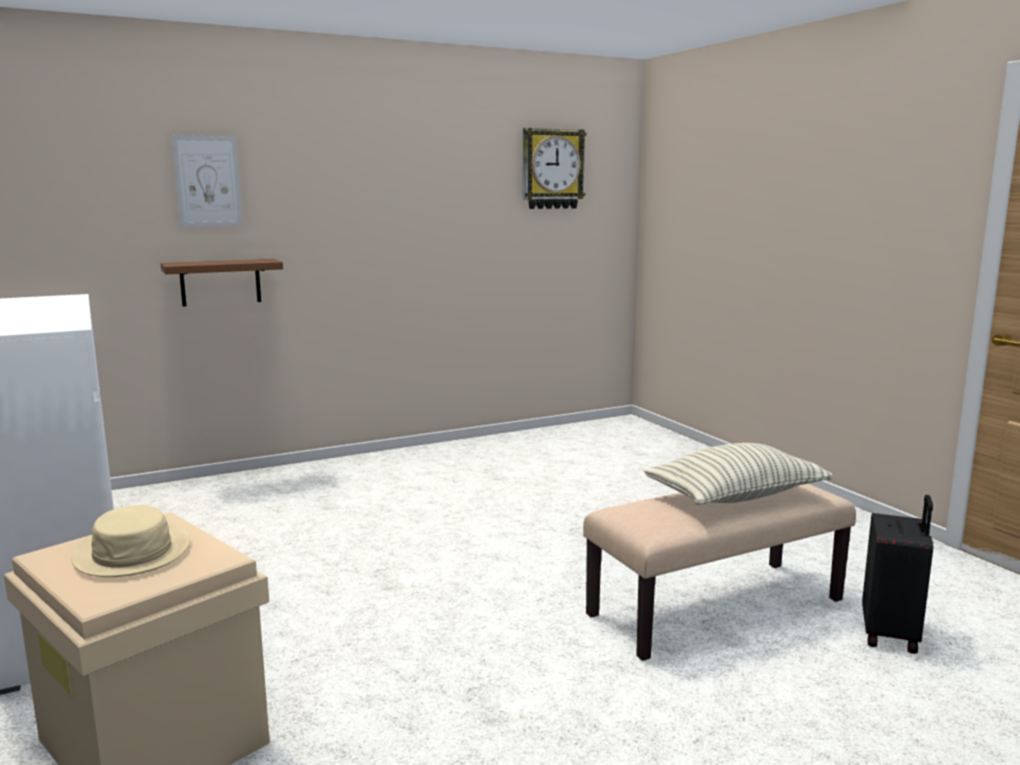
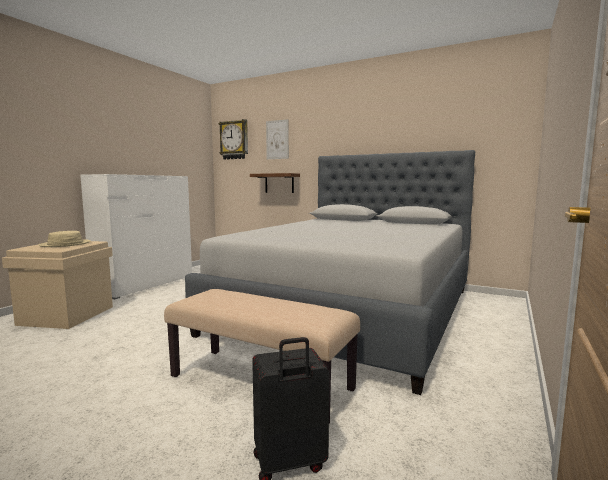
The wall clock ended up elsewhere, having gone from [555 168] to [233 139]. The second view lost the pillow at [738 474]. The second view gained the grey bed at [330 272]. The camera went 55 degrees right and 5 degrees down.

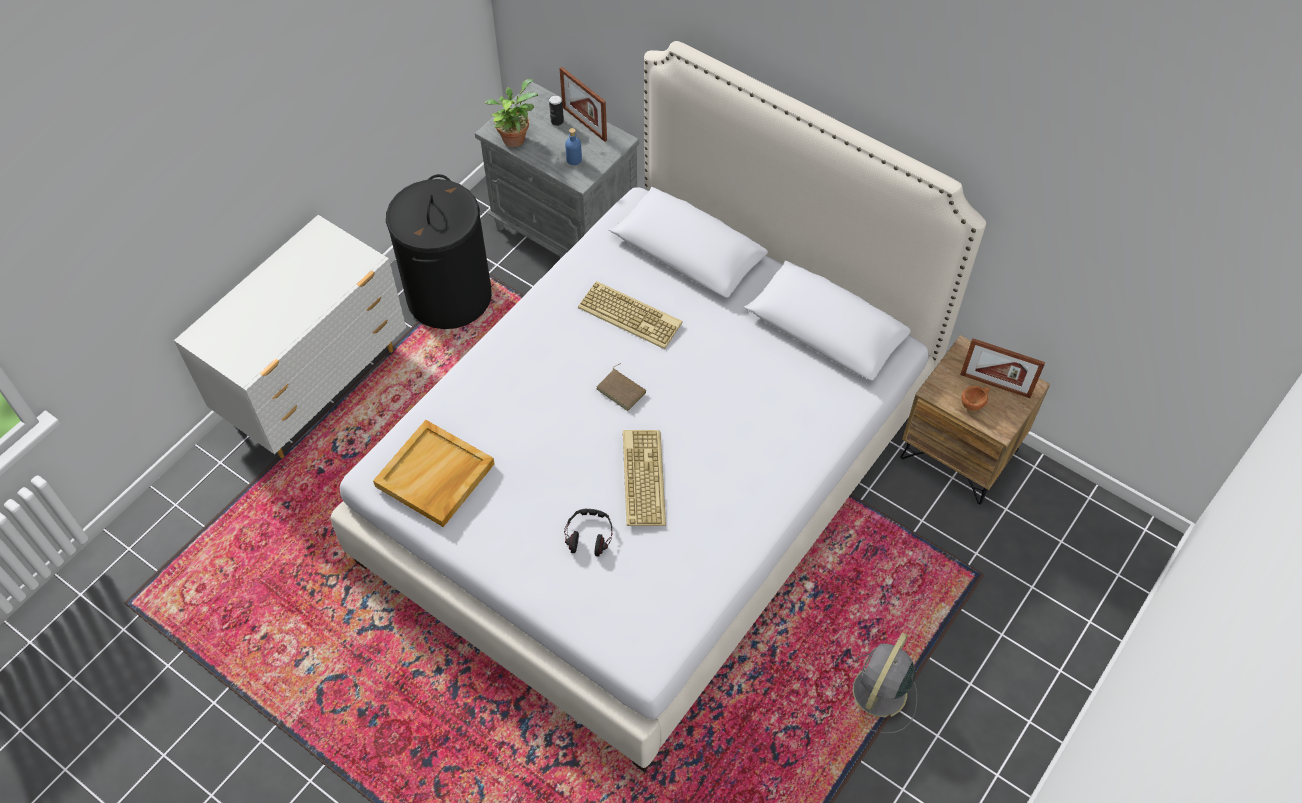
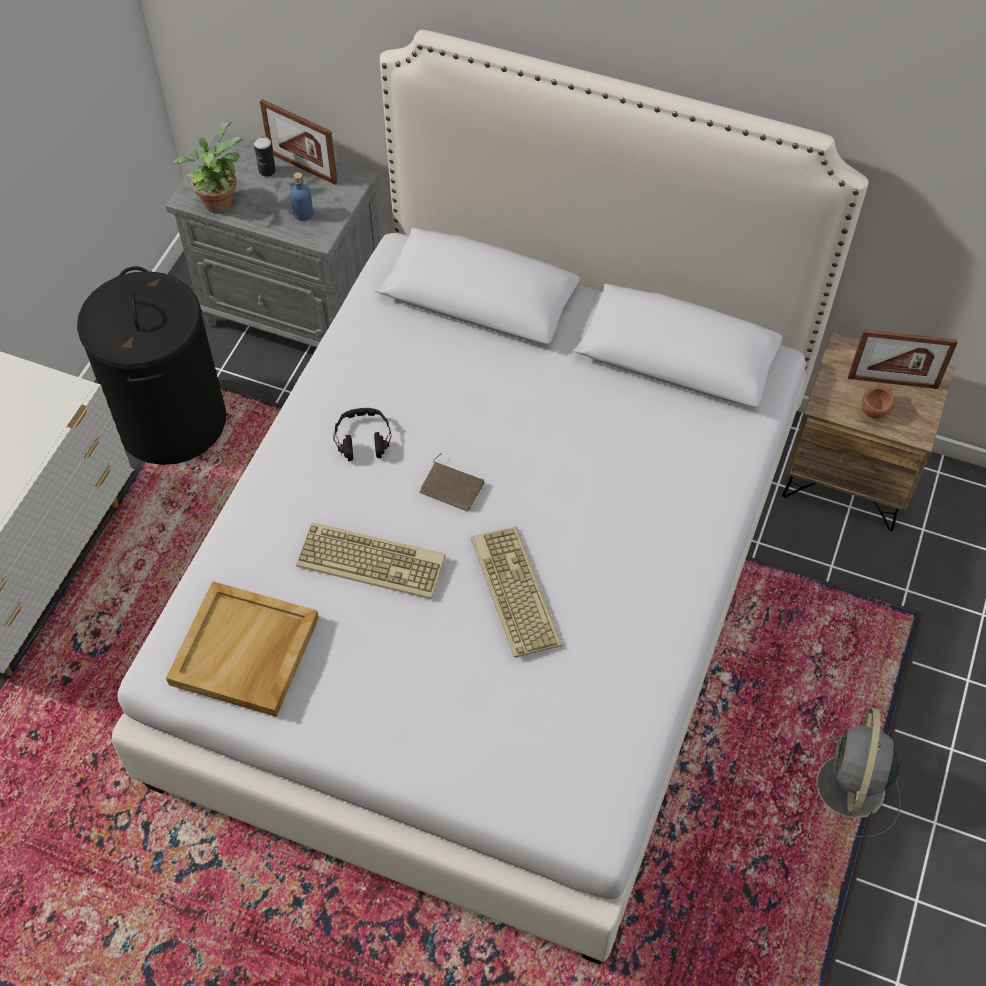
The keyboard ended up elsewhere, having gone from [630 315] to [370 560]. The headphones ended up elsewhere, having gone from [588 533] to [362 434]. The camera went 15 degrees left and 0 degrees up.

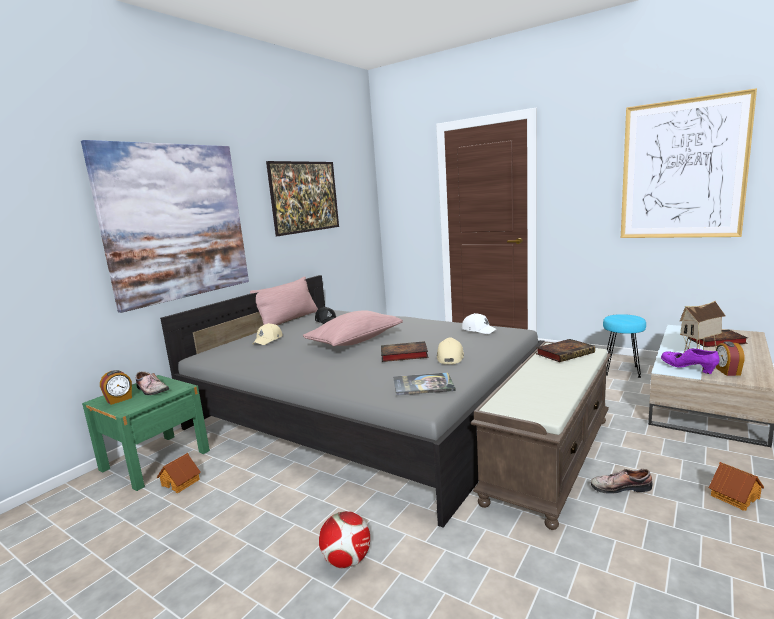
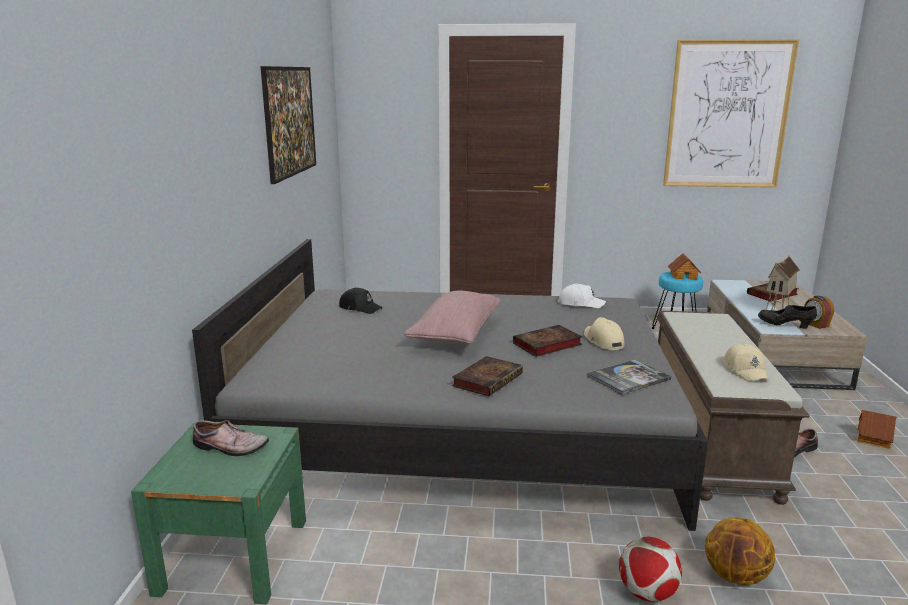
The second view lost the picture at [165 226]. The second view lost the pink pillow at [284 300]. The beige cap ended up elsewhere, having gone from [268 334] to [745 362]. The book ended up elsewhere, having gone from [565 350] to [487 376]. What was the purple shoe at [690 361] turned into the black shoe at [787 317]. The second view lost the alarm clock at [116 387]. The toy house ended up elsewhere, having gone from [179 473] to [684 266]. The second view gained the basketball at [740 551]. The camera went 30 degrees left and 5 degrees up.

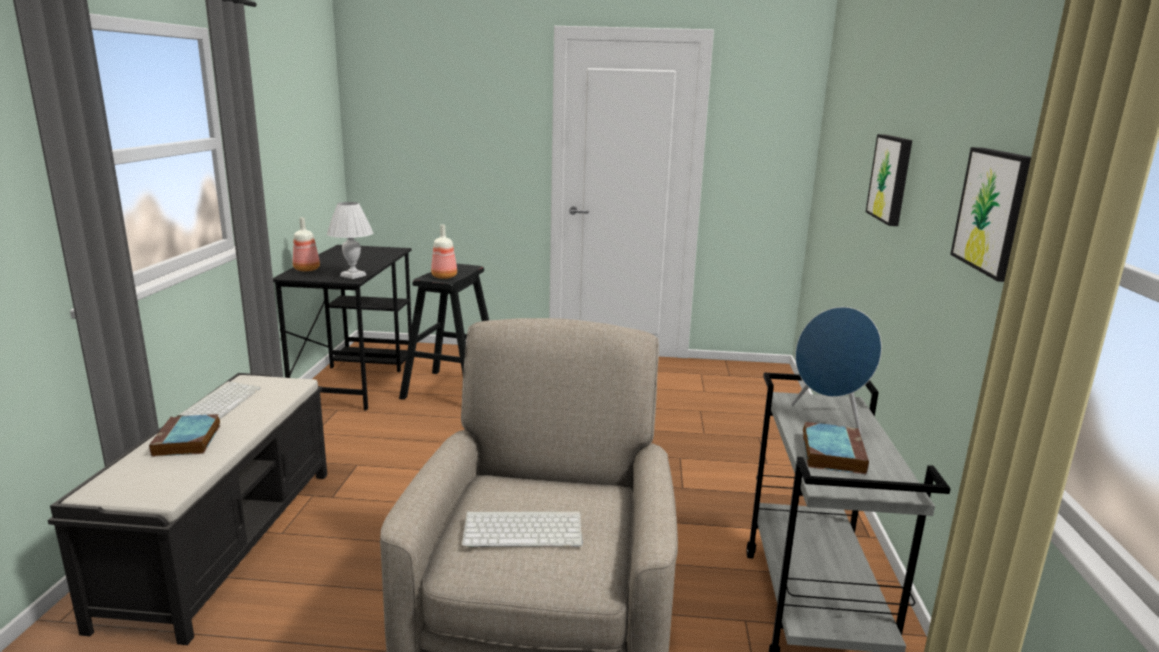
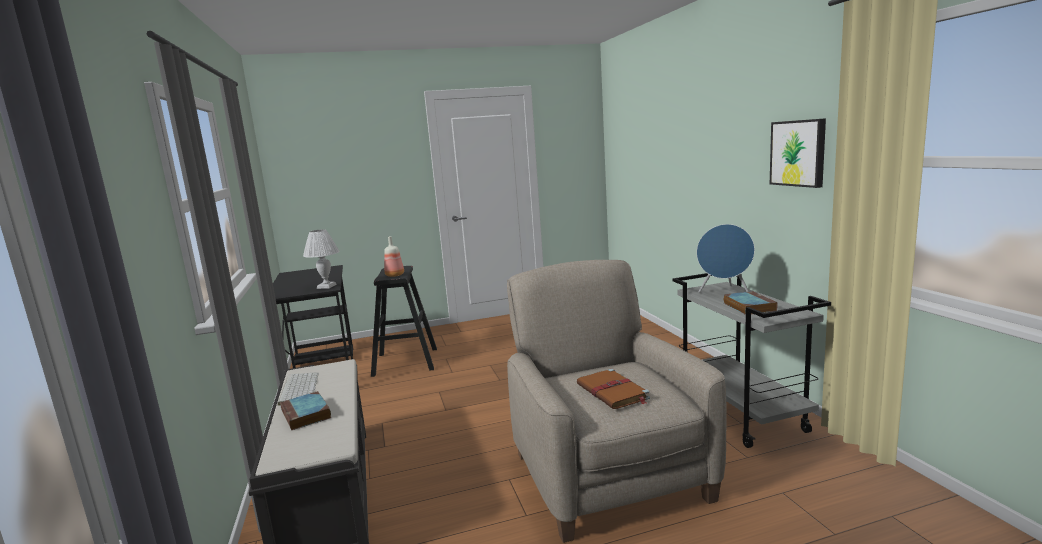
The second view lost the picture at [889 180]. The second view lost the bottle at [306 244]. Where the keyboard stood at [522 529], the brown book came to stand at [613 389]. The camera went 20 degrees left and 5 degrees down.

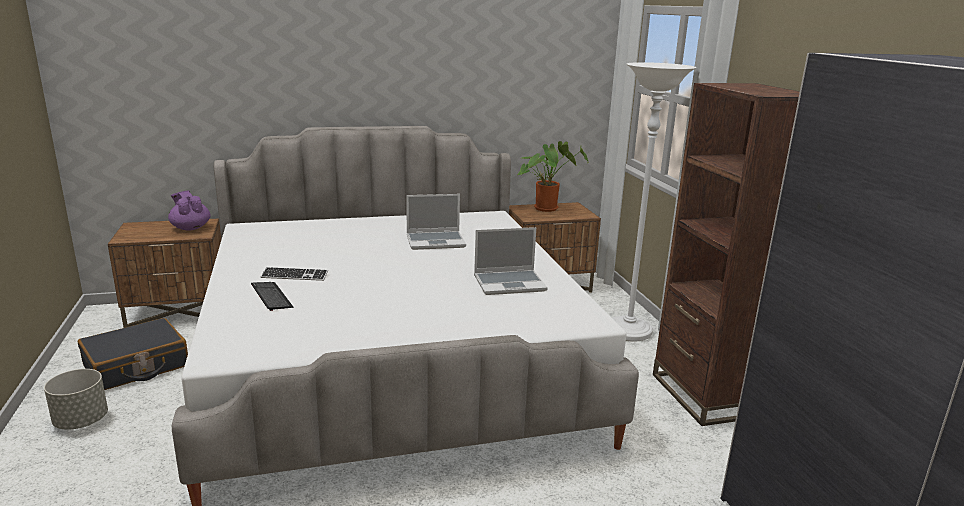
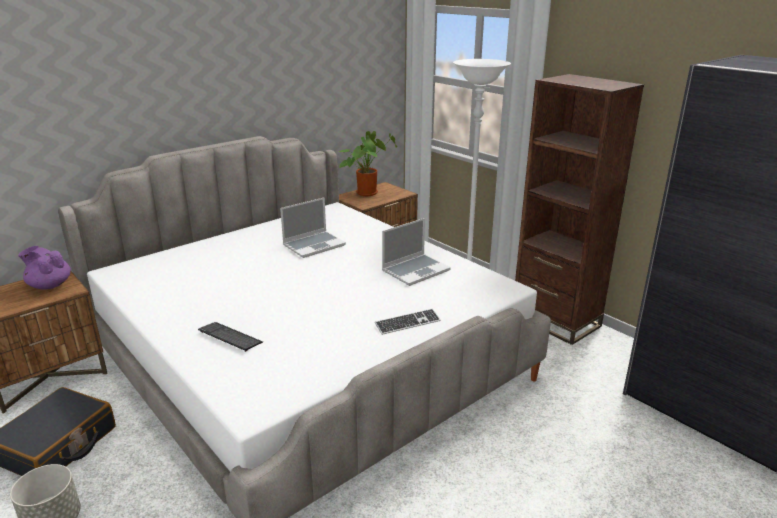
The keyboard ended up elsewhere, having gone from [294 274] to [408 322]. The camera went 25 degrees left and 5 degrees up.

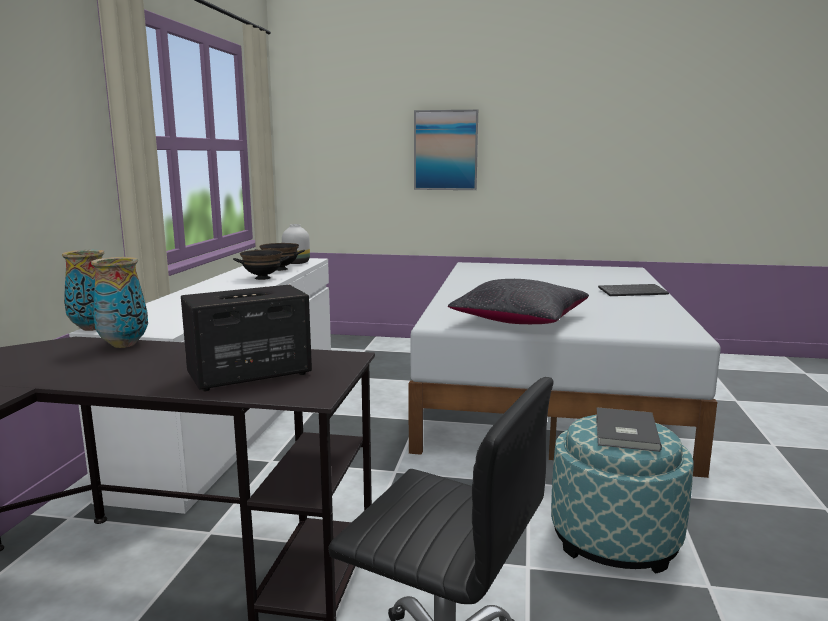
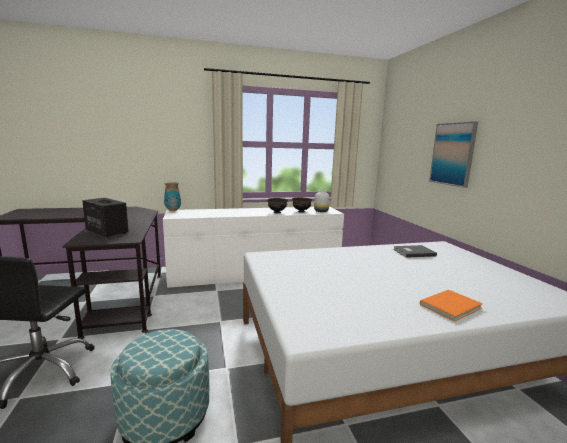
The second view lost the vase at [119 302]. The second view lost the black pillow at [518 301]. Where the keyboard stood at [633 290], the orange book came to stand at [451 306]. The grey book ended up elsewhere, having gone from [629 429] to [415 251]. The camera went 65 degrees right and 0 degrees up.

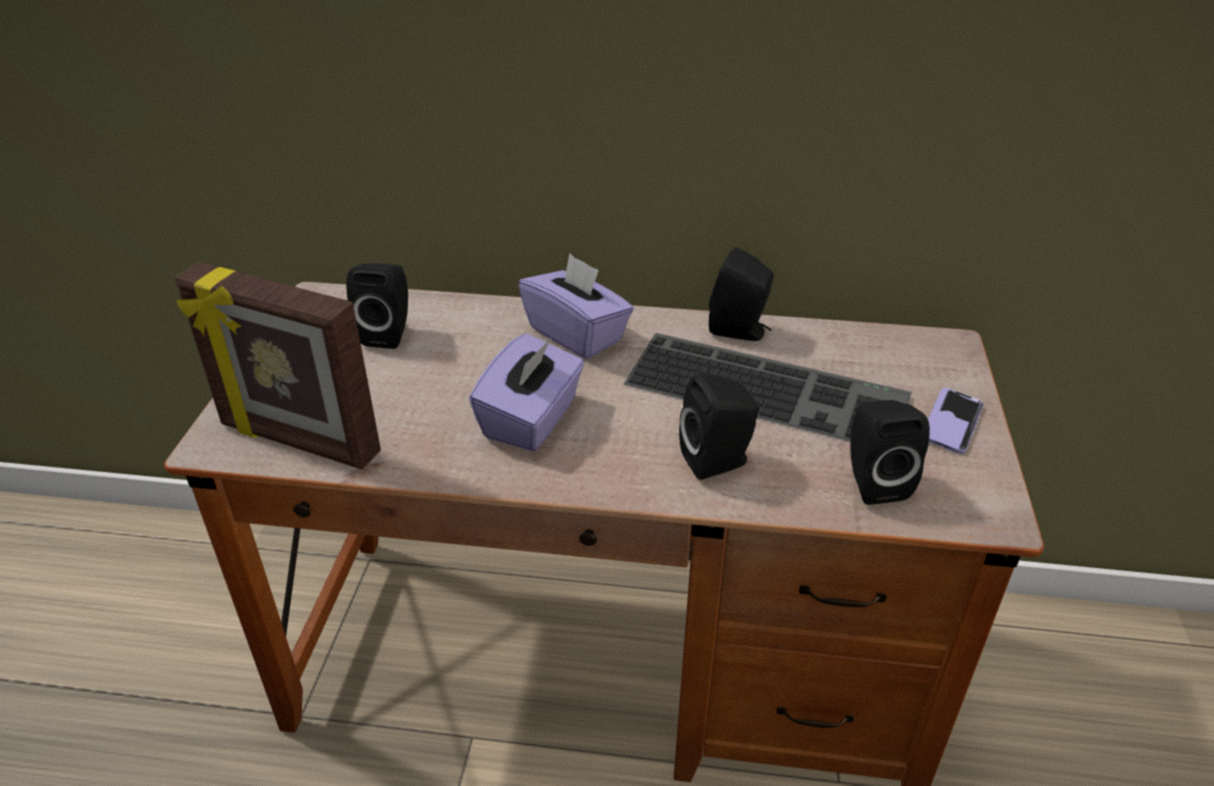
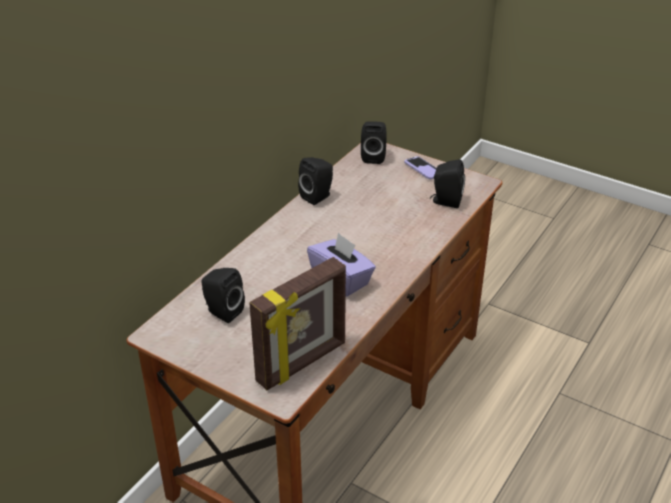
The second view lost the purple tissue box at [576 306]. The second view lost the keyboard at [768 387]. The black speaker ended up elsewhere, having gone from [719 427] to [373 142]. The camera went 65 degrees left and 0 degrees up.

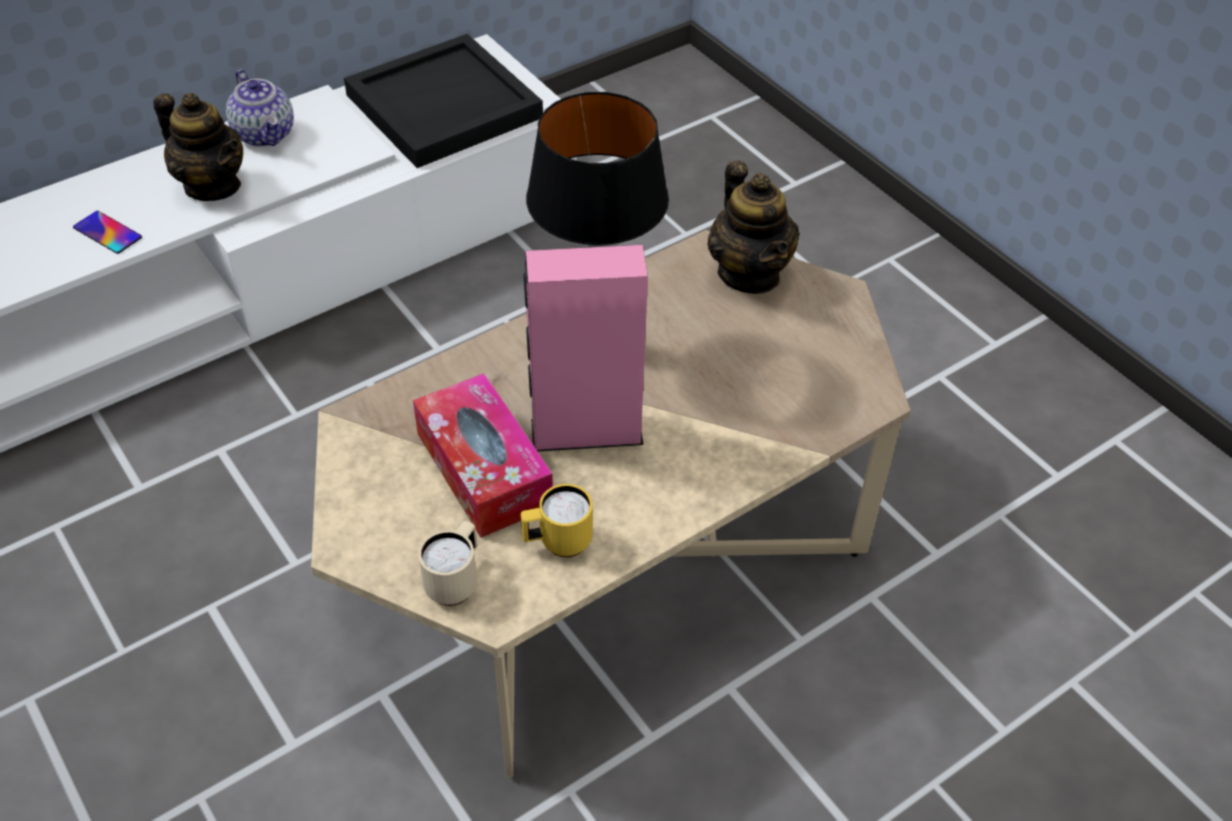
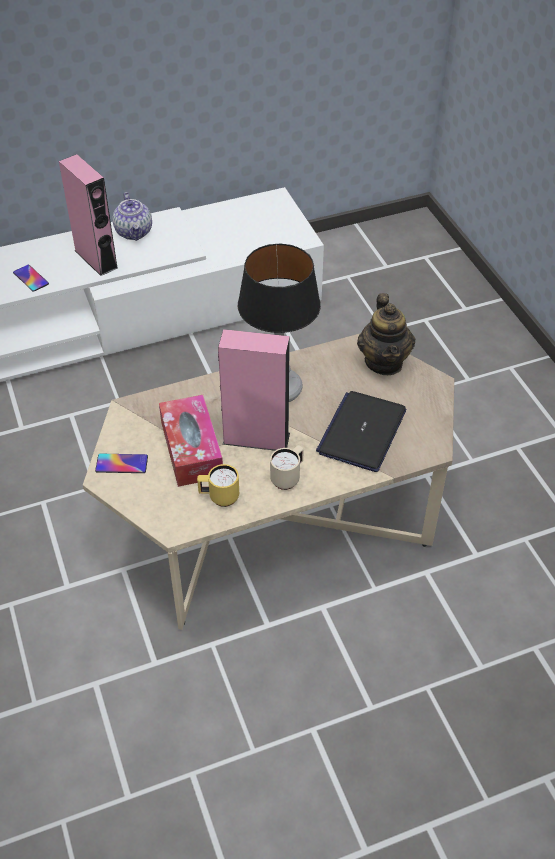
The second view lost the black tray at [443 101]. Where the teapot stood at [198 147], the pink speaker came to stand at [88 215]. The beige mug ended up elsewhere, having gone from [447 563] to [287 467]. The second view gained the laptop at [361 431]. The second view gained the phone at [121 463]. The camera went 15 degrees right and 0 degrees up.

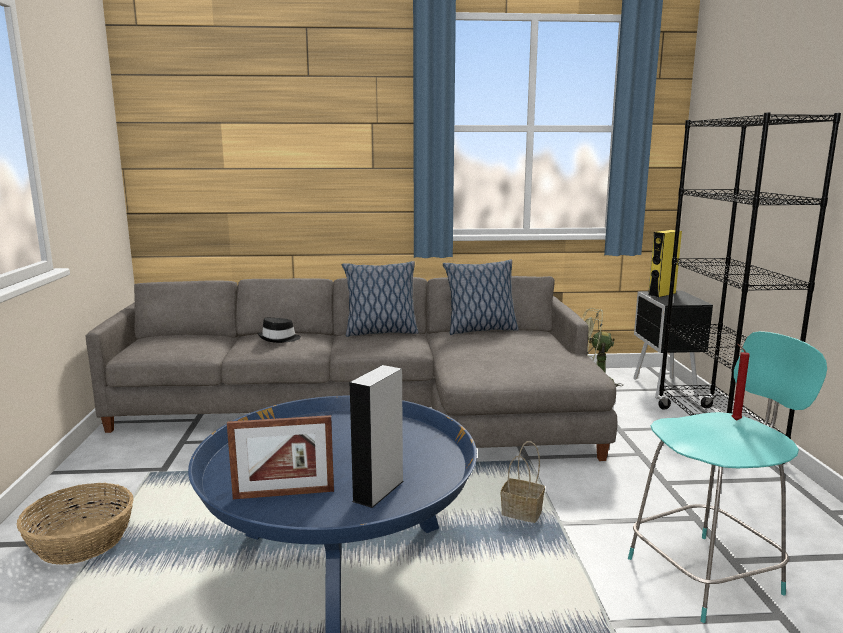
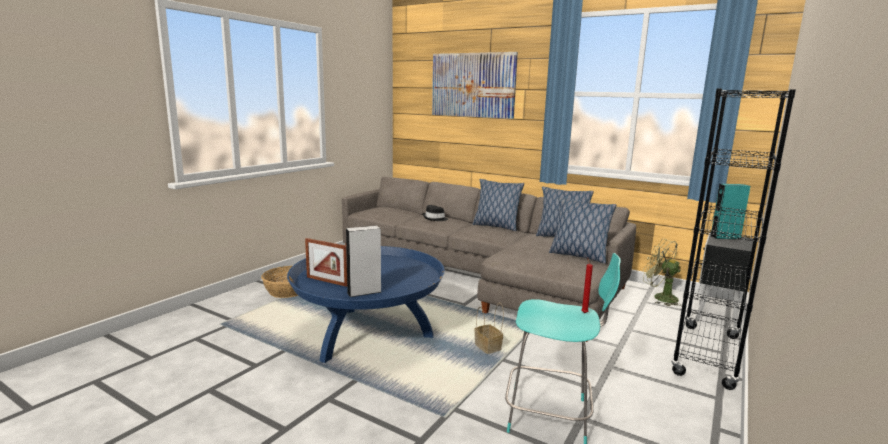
What was the yellow speaker at [665 264] turned into the turquoise speaker at [730 211]. The second view gained the picture at [475 85]. The second view gained the pillow at [583 230]. The camera went 35 degrees right and 0 degrees up.

